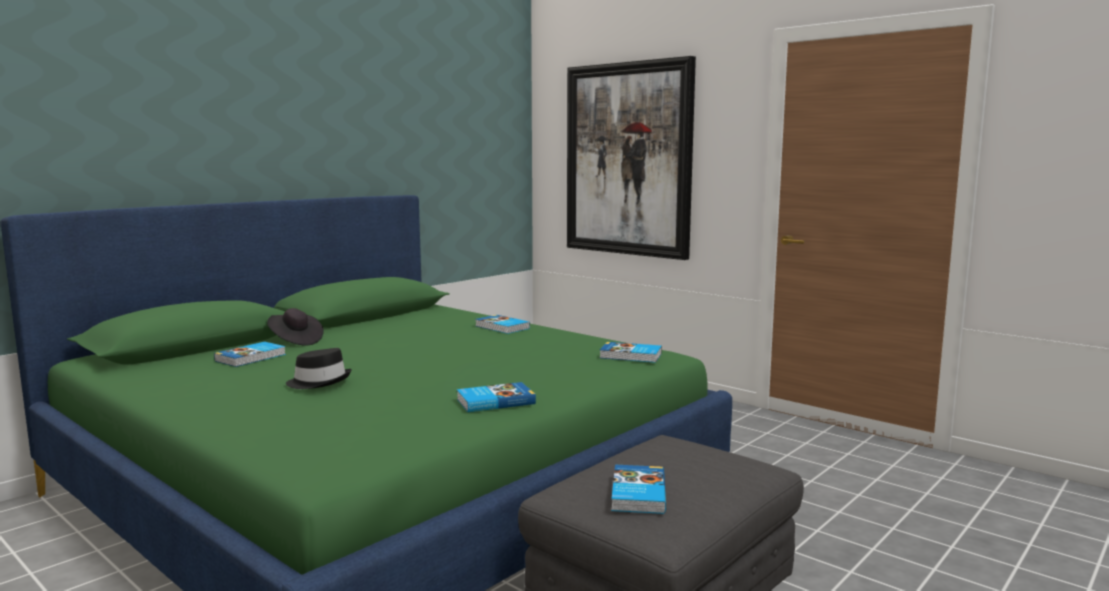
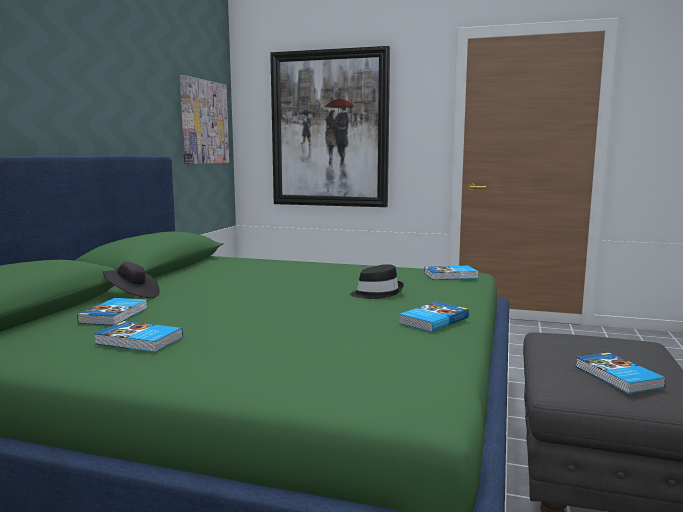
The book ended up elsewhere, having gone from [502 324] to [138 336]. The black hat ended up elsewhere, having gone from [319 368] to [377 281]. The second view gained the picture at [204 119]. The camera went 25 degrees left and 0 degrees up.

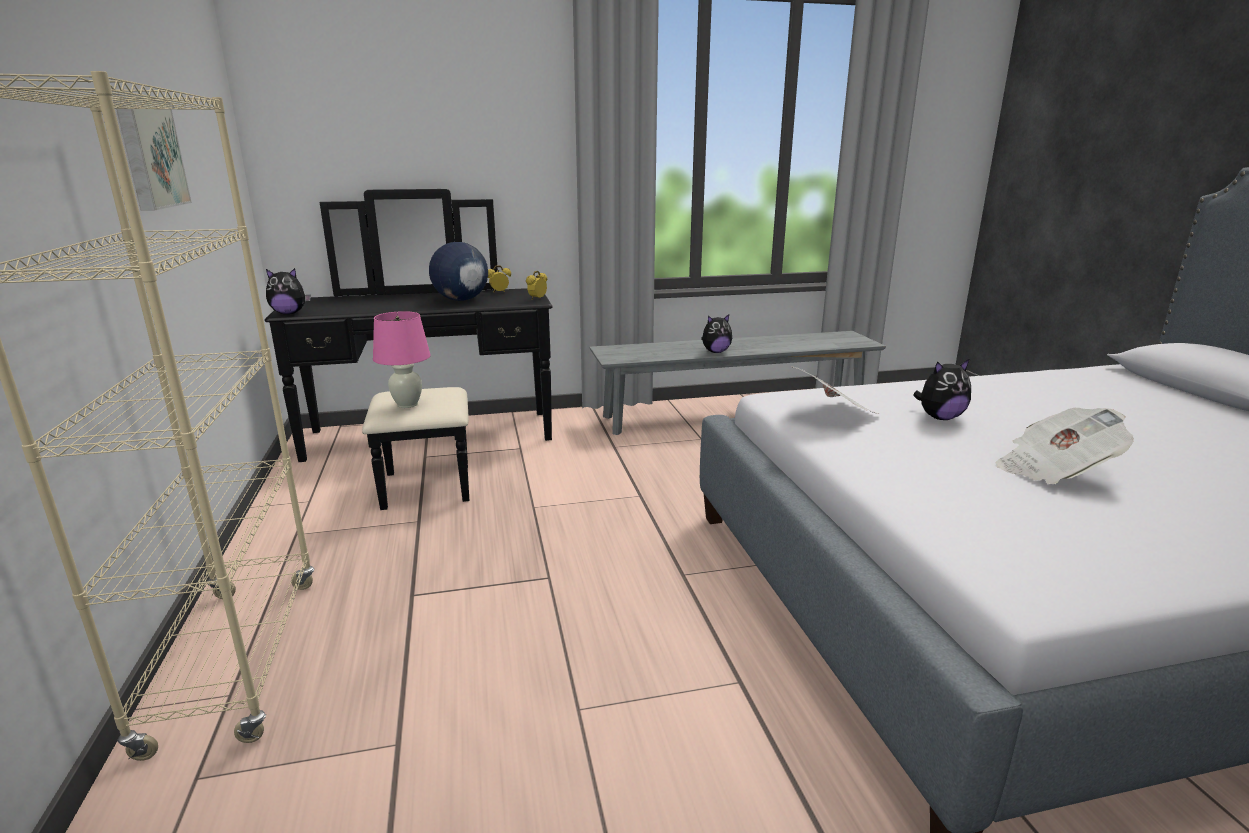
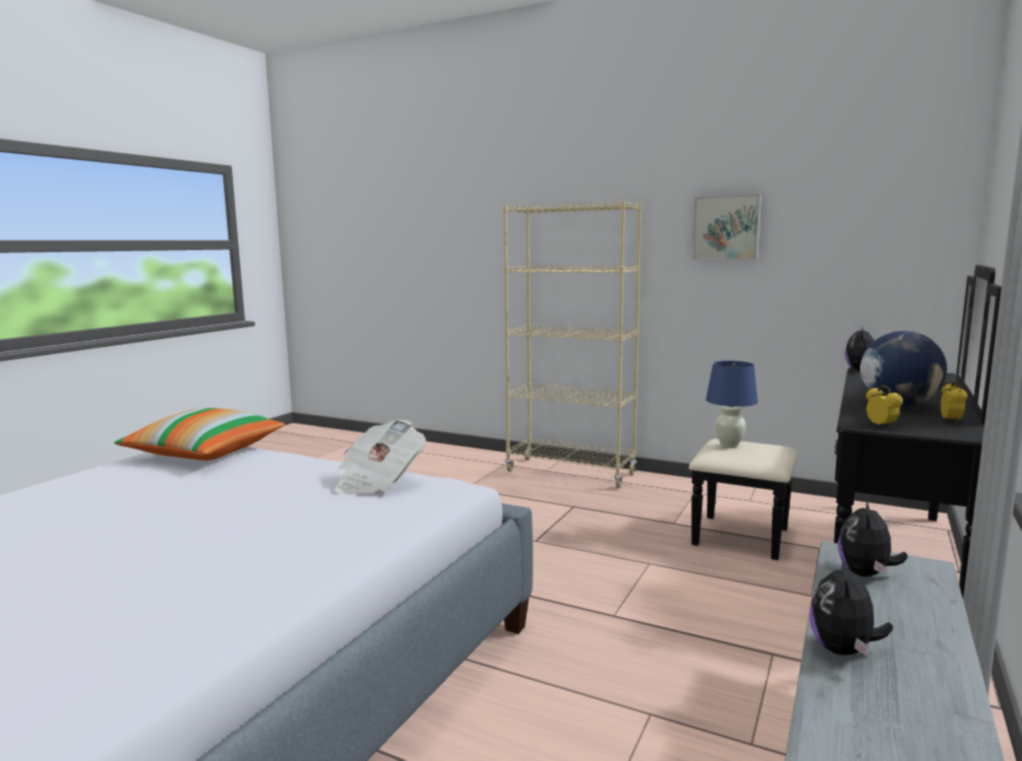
What was the pink table lamp at [402 359] turned into the blue table lamp at [732 404]. The plush toy ended up elsewhere, having gone from [942 389] to [873 538]. The second view lost the newspaper at [1065 446]. The second view gained the pillow at [199 434]. The camera went 130 degrees right and 10 degrees down.

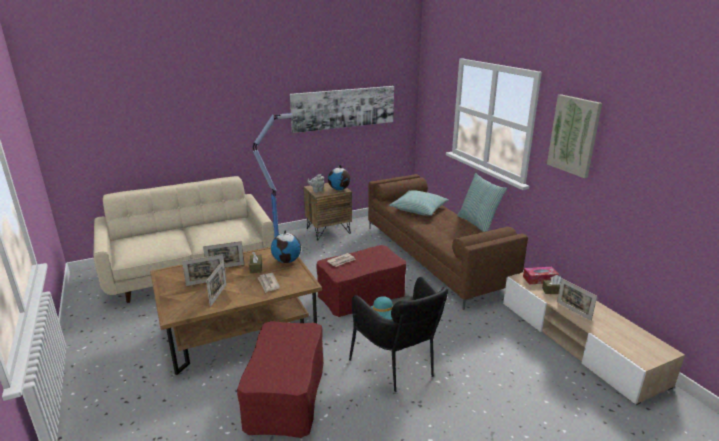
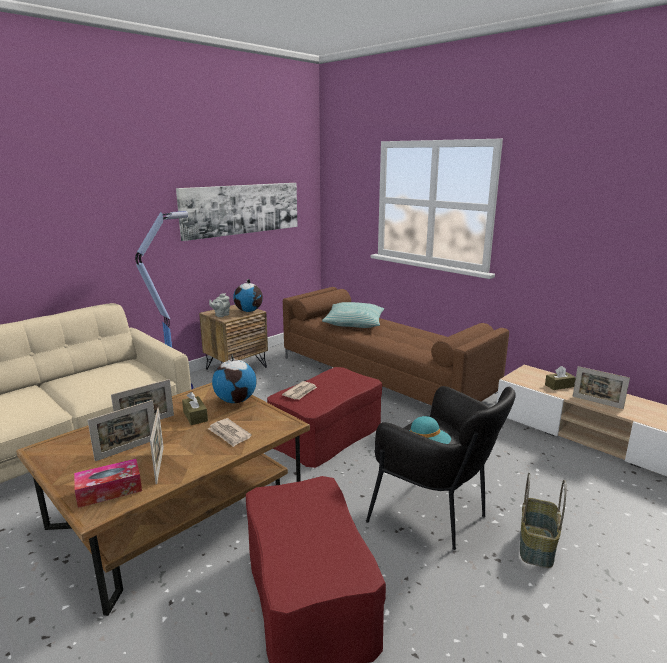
The second view lost the picture at [574 136]. The second view lost the pillow at [482 202]. The tissue box ended up elsewhere, having gone from [541 275] to [108 483]. The second view gained the basket at [543 520]. The camera went 20 degrees left and 5 degrees down.

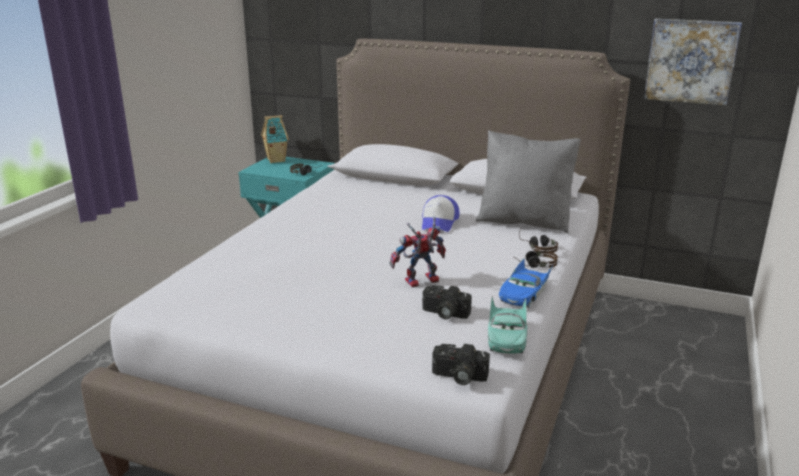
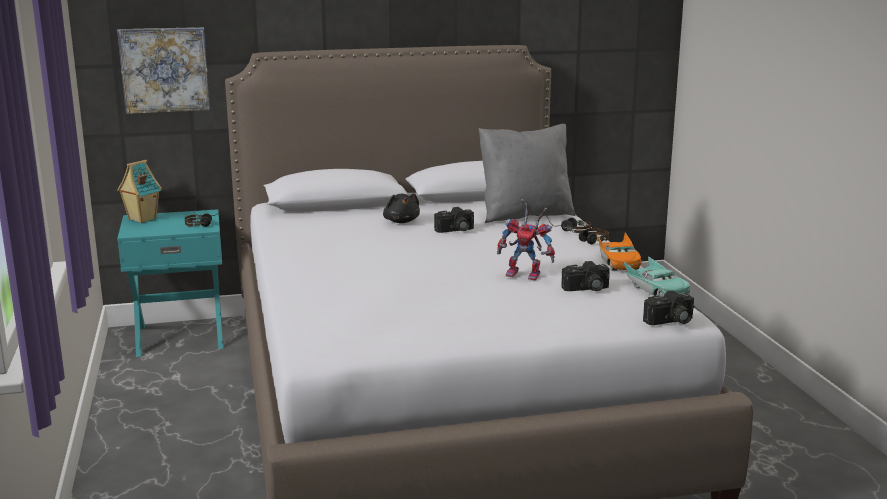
The picture ended up elsewhere, having gone from [693 62] to [163 70]. Where the cap stood at [440 213], the photo camera came to stand at [454 220]. The toy robot at [417 251] ended up facing another way, 105 degrees counterclockwise from before. What was the blue toy car at [526 283] turned into the orange toy car at [619 251]. The second view gained the black plush toy at [401 208]. The camera went 35 degrees left and 5 degrees down.

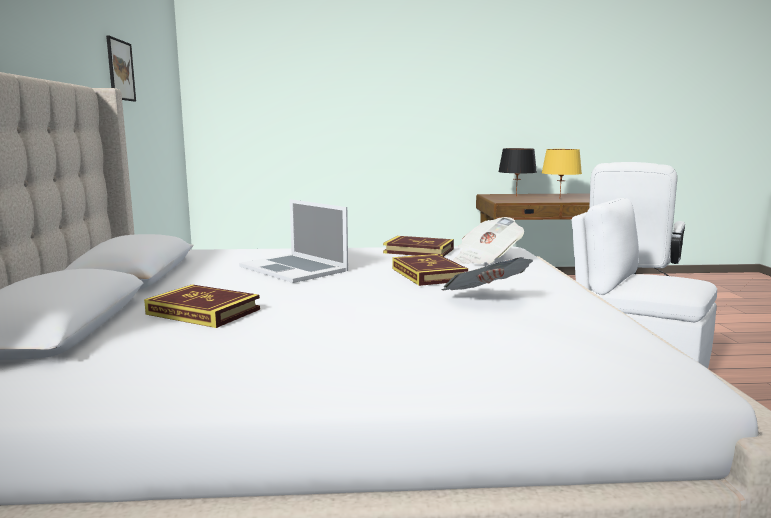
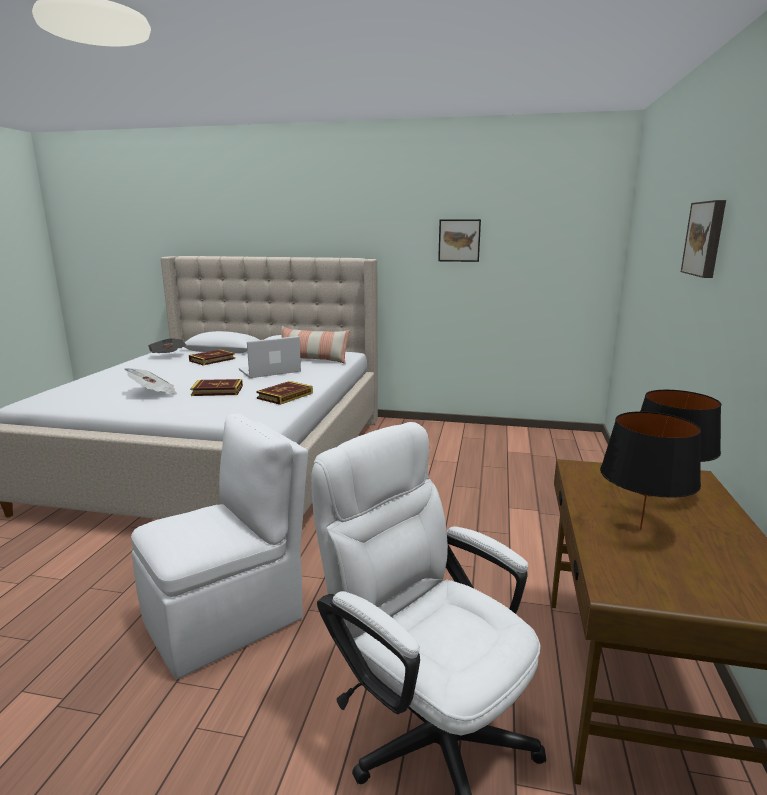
What was the yellow table lamp at [562 171] turned into the black table lamp at [650 471]. The newspaper ended up elsewhere, having gone from [489 240] to [167 345]. The second view gained the picture at [703 239]. The second view gained the pillow at [315 345]. The camera went 105 degrees right and 5 degrees up.

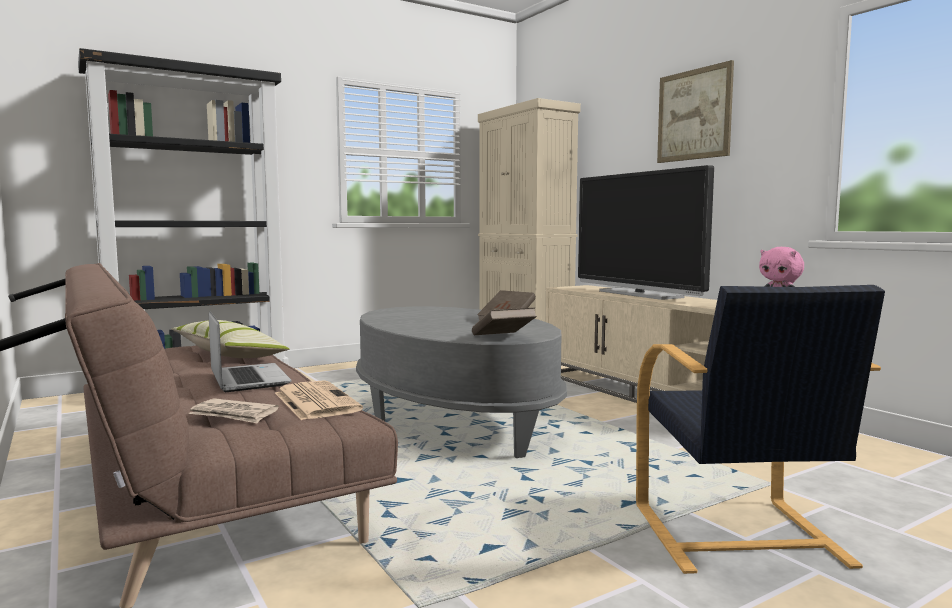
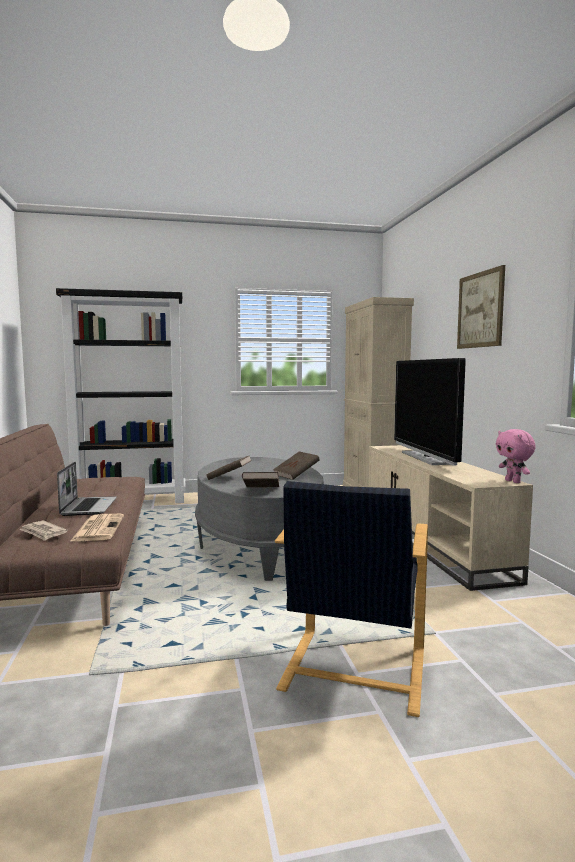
The second view lost the pillow at [230 339]. The second view gained the brown book at [229 467]. The camera went 20 degrees right and 0 degrees up.

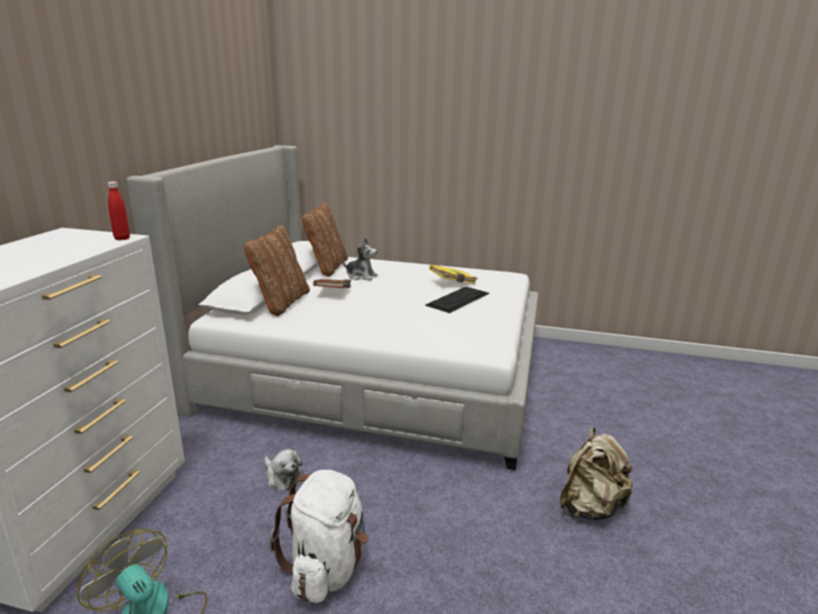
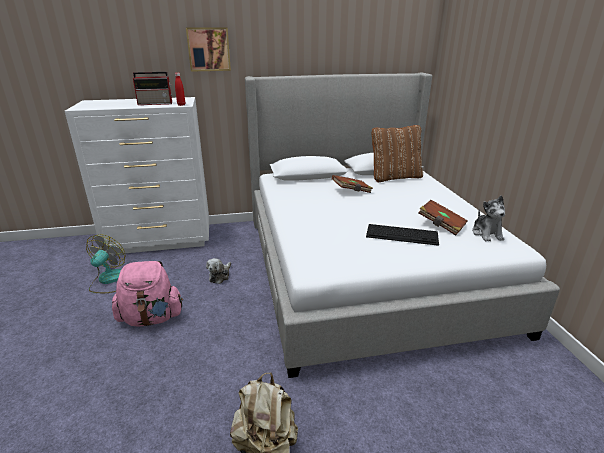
The second view lost the brown pillow at [277 271]. The plush toy ended up elsewhere, having gone from [359 259] to [488 218]. What was the yellow book at [453 274] turned into the brown book at [443 218]. What was the white backpack at [319 536] turned into the pink backpack at [147 294]. The second view gained the picture at [208 49]. The second view gained the radio at [152 88]. The camera went 65 degrees right and 5 degrees up.

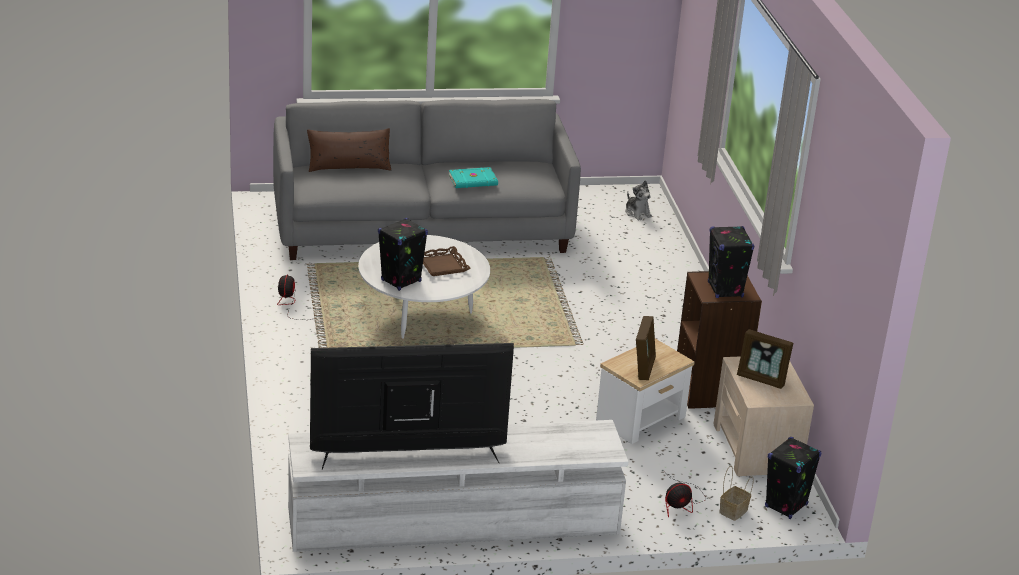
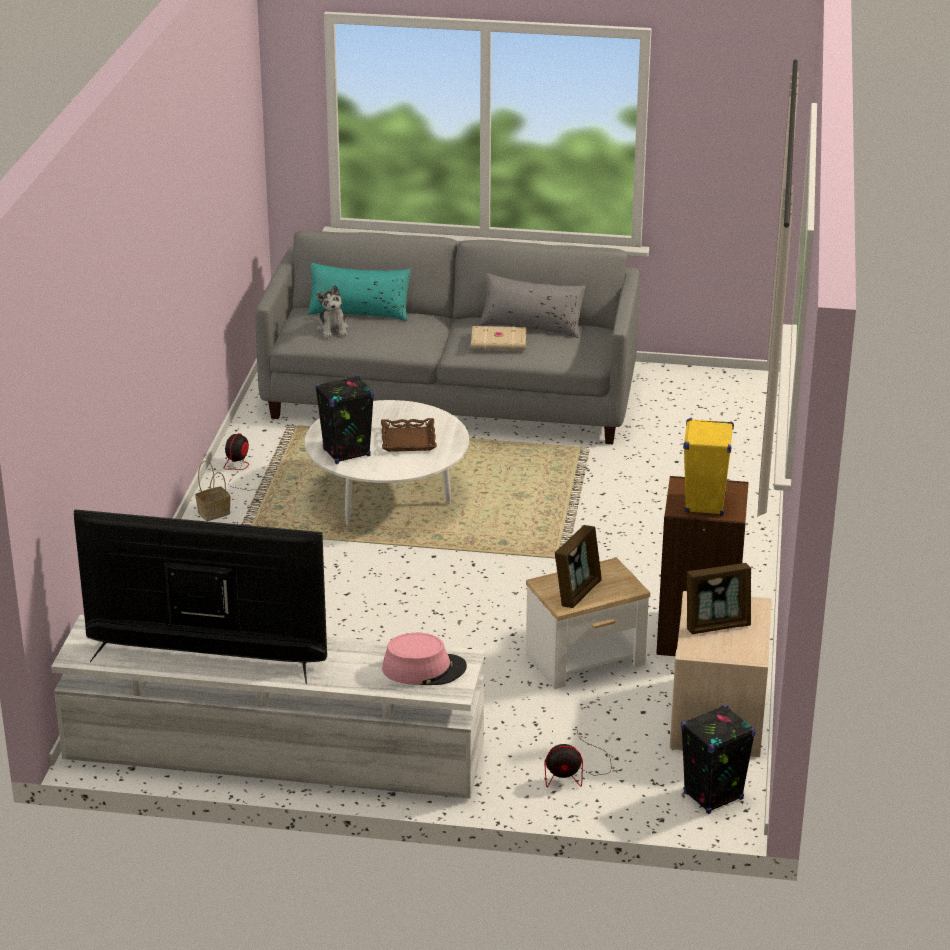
What was the brown pillow at [349 150] turned into the turquoise pillow at [358 292]. What was the turquoise book at [473 177] turned into the beige book at [498 338]. The plush toy ended up elsewhere, having gone from [638 200] to [332 311]. What was the black speaker at [731 262] turned into the yellow speaker at [708 467]. The picture frame at [765 359] ended up facing another way, 60 degrees counterclockwise from before. The basket ended up elsewhere, having gone from [736 493] to [213 491]. The second view gained the grey pillow at [532 305]. The second view gained the pink hat at [424 659]. The camera went 20 degrees right and 0 degrees up.

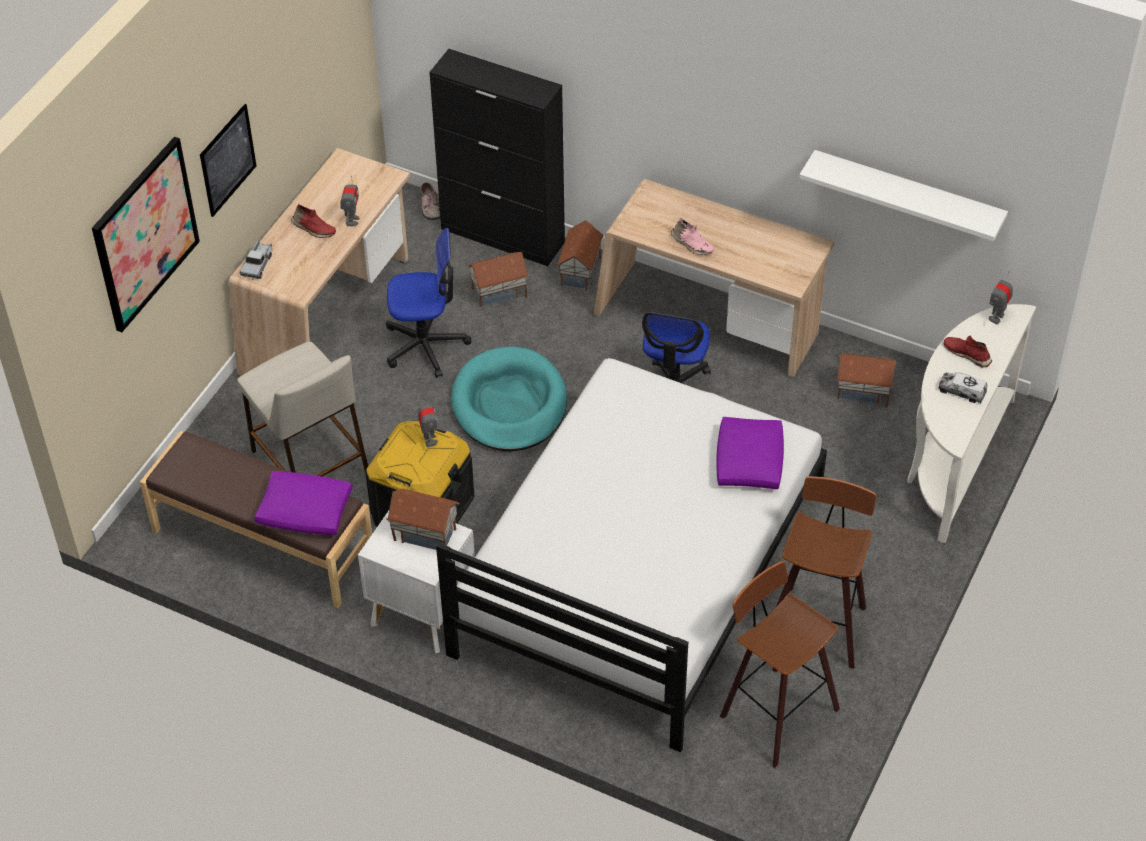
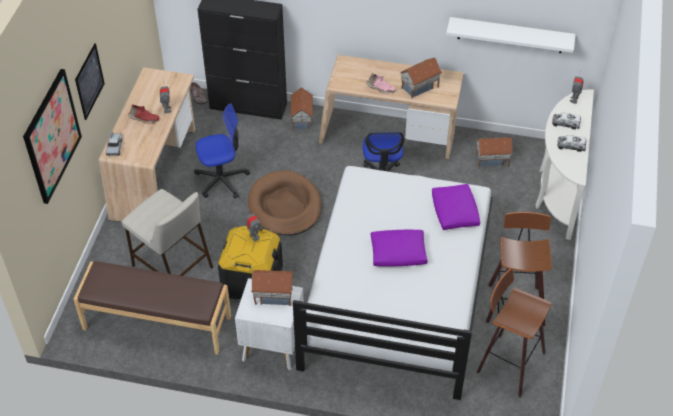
The toy house ended up elsewhere, having gone from [498 279] to [421 78]. Where the red shoe stood at [968 352], the toy truck came to stand at [566 121]. What was the turquoise dog bed at [509 398] turned into the brown dog bed at [285 203]. The purple pillow ended up elsewhere, having gone from [303 503] to [399 248]. The camera went 15 degrees left and 0 degrees up.

